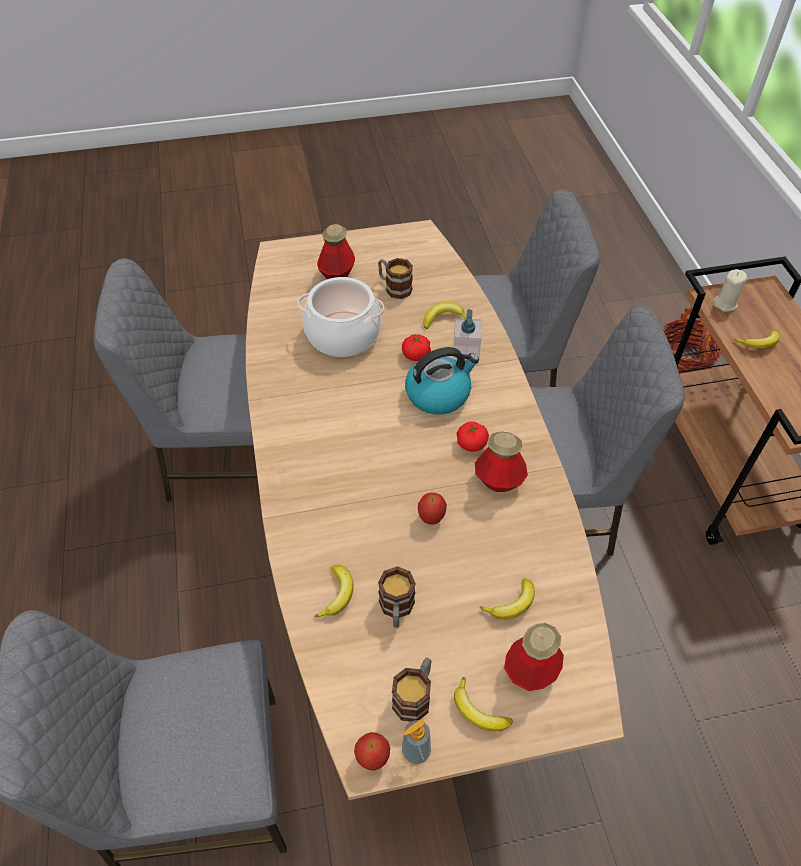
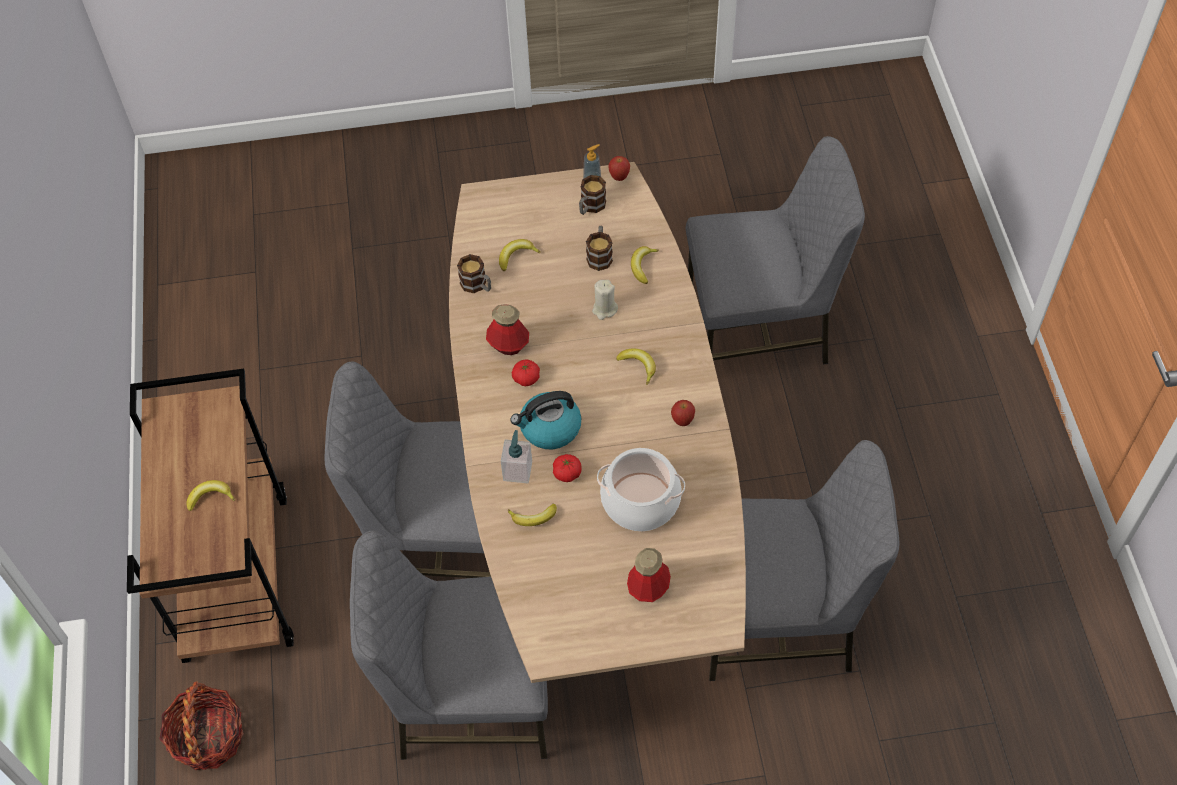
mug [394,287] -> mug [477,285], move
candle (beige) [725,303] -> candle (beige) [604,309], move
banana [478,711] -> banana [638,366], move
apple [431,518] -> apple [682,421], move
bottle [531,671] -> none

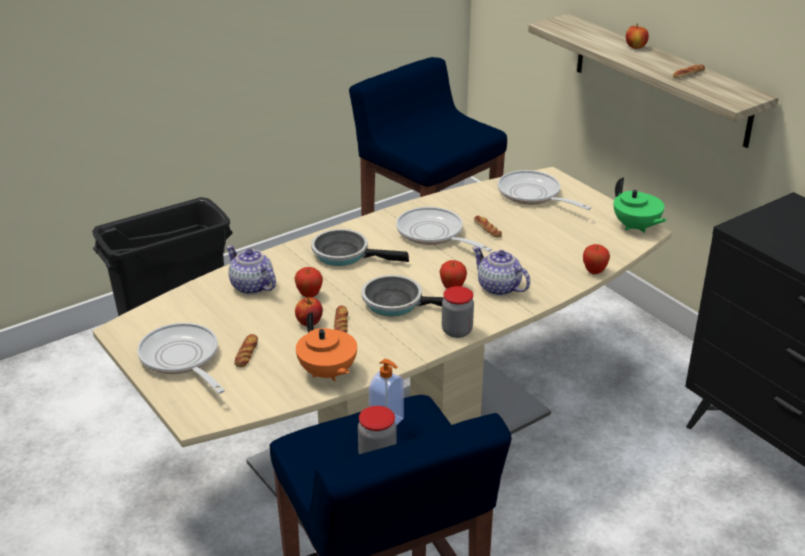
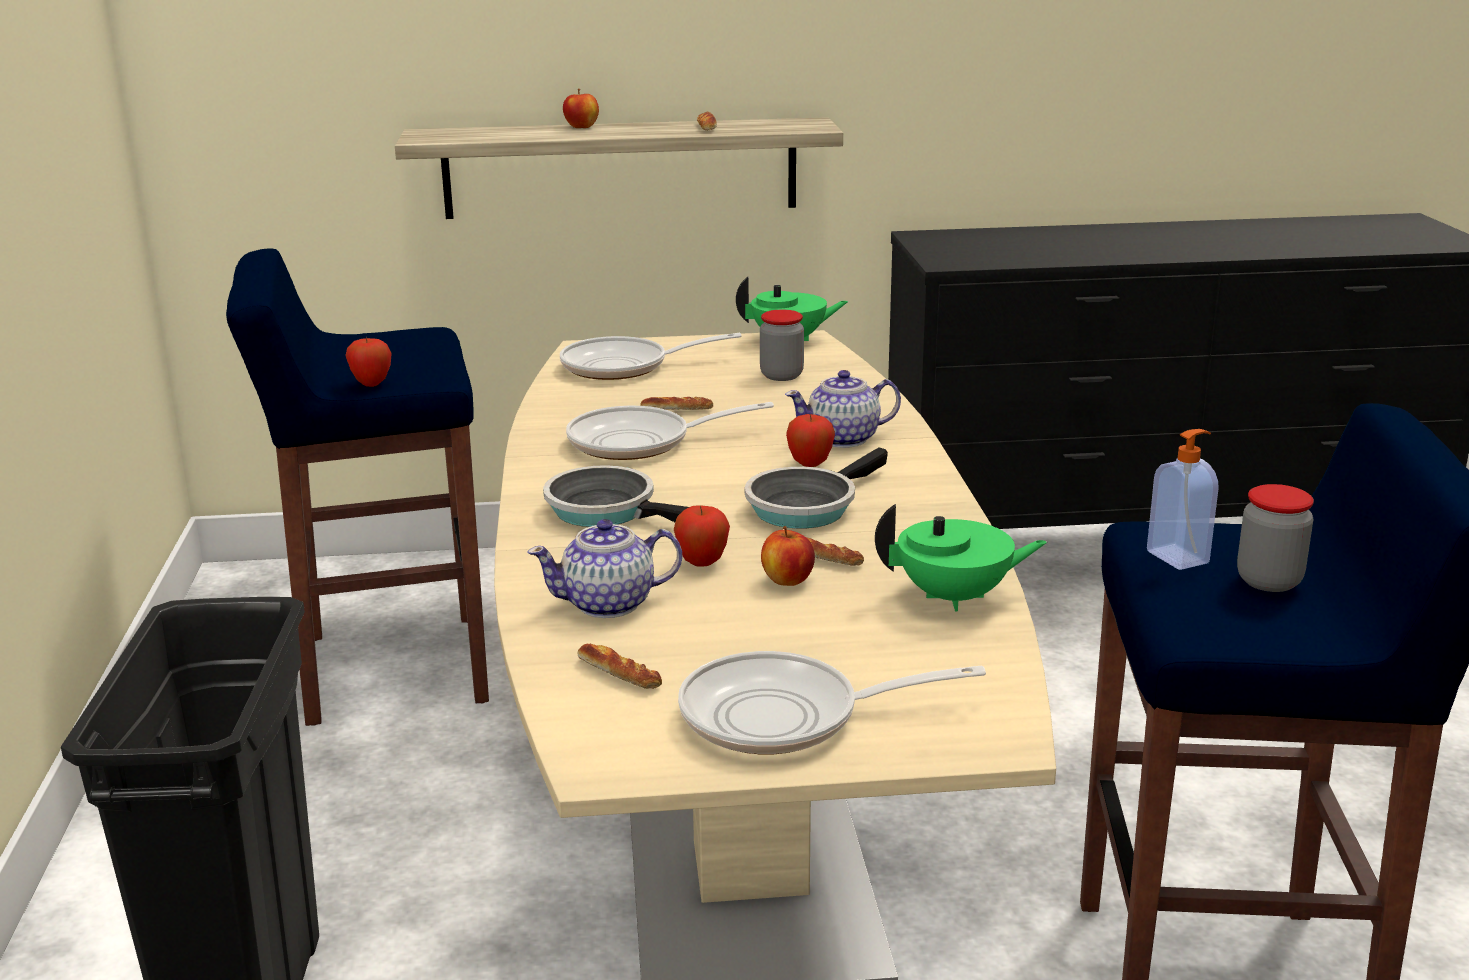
apple [594,272] -> apple [371,384], move
frying pan [345,254] -> frying pan [609,511], 75 degrees clockwise
bread [246,354] -> bread [619,674], move
jar [457,331] -> jar [781,375], move
teapot (orange) [327,373] -> teapot (green) [955,597]

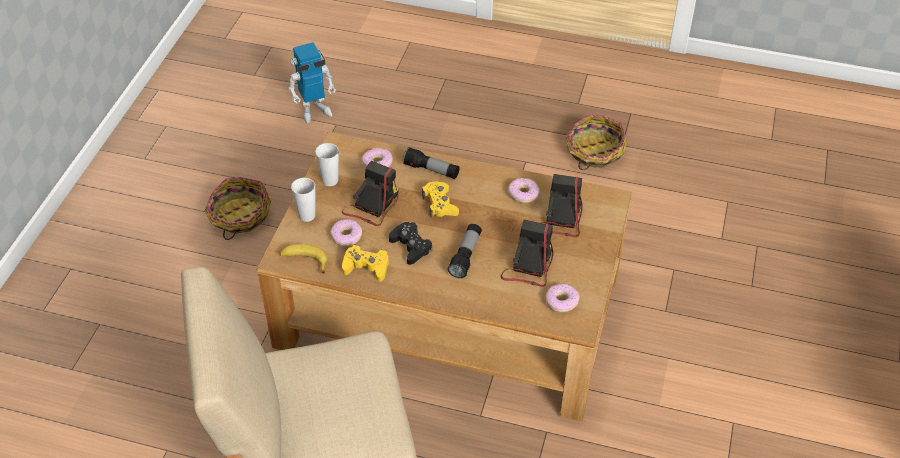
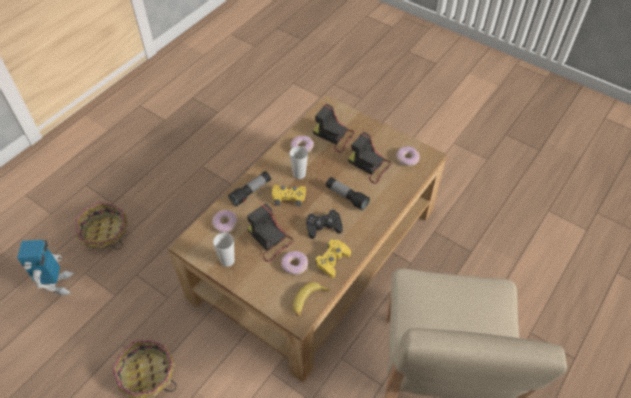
basket [594,151] -> basket [105,233], move
cup [307,216] -> cup [299,174], move

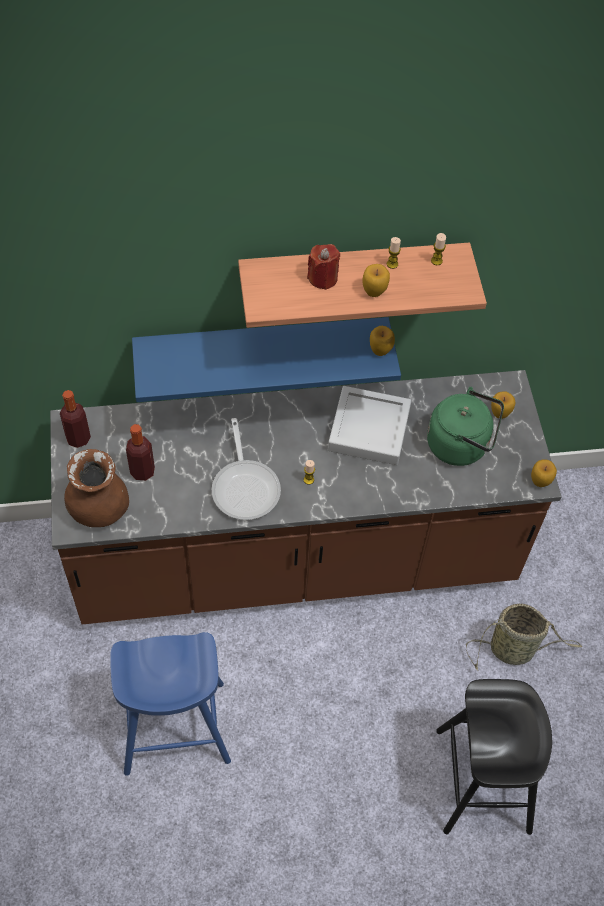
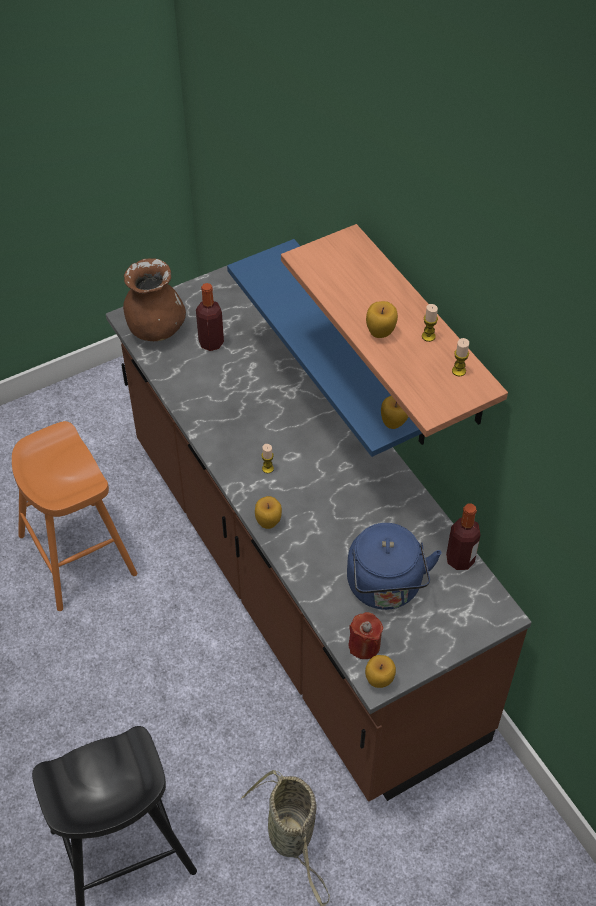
stool (blue) [175,727] -> stool (orange) [77,555]
apple [500,413] -> apple [268,522], move
kettle (green) [461,445] -> kettle (blue) [385,588]
candle (red) [323,278] -> candle (red) [364,645], move
bottle [78,438] -> bottle [460,559], move
frying pan [245,487] -> none
tray (grey) [369,429] -> none

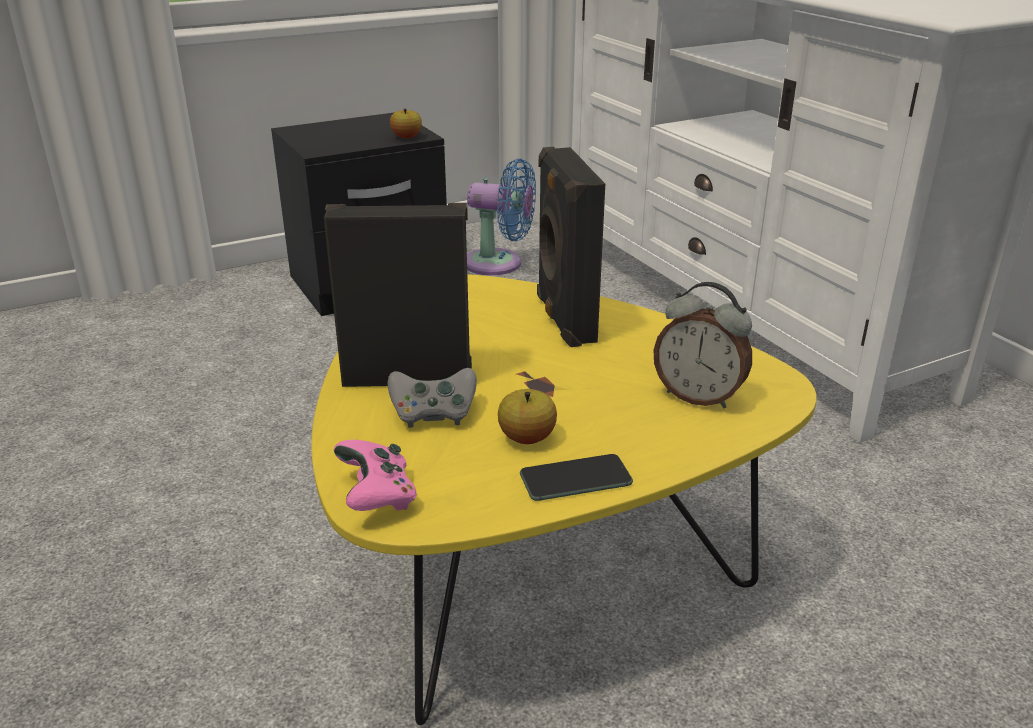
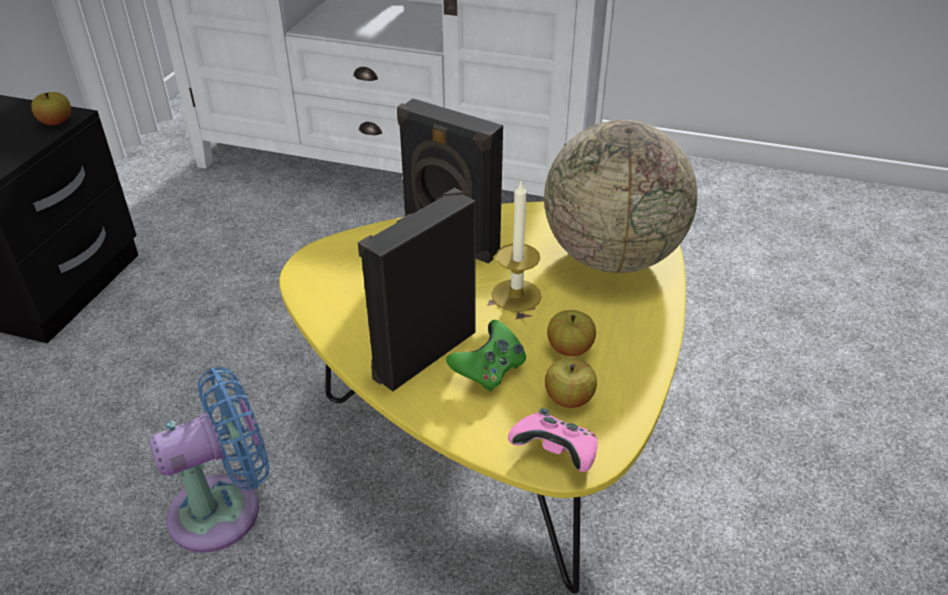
fan (blue) [499,264] -> fan (blue) [225,509], move
game controller (grey) [433,415] -> game controller (green) [489,371]
none -> candle [516,295]
alarm clock [698,396] -> globe [611,257]
none -> apple [569,399]
phone [575,479] -> none

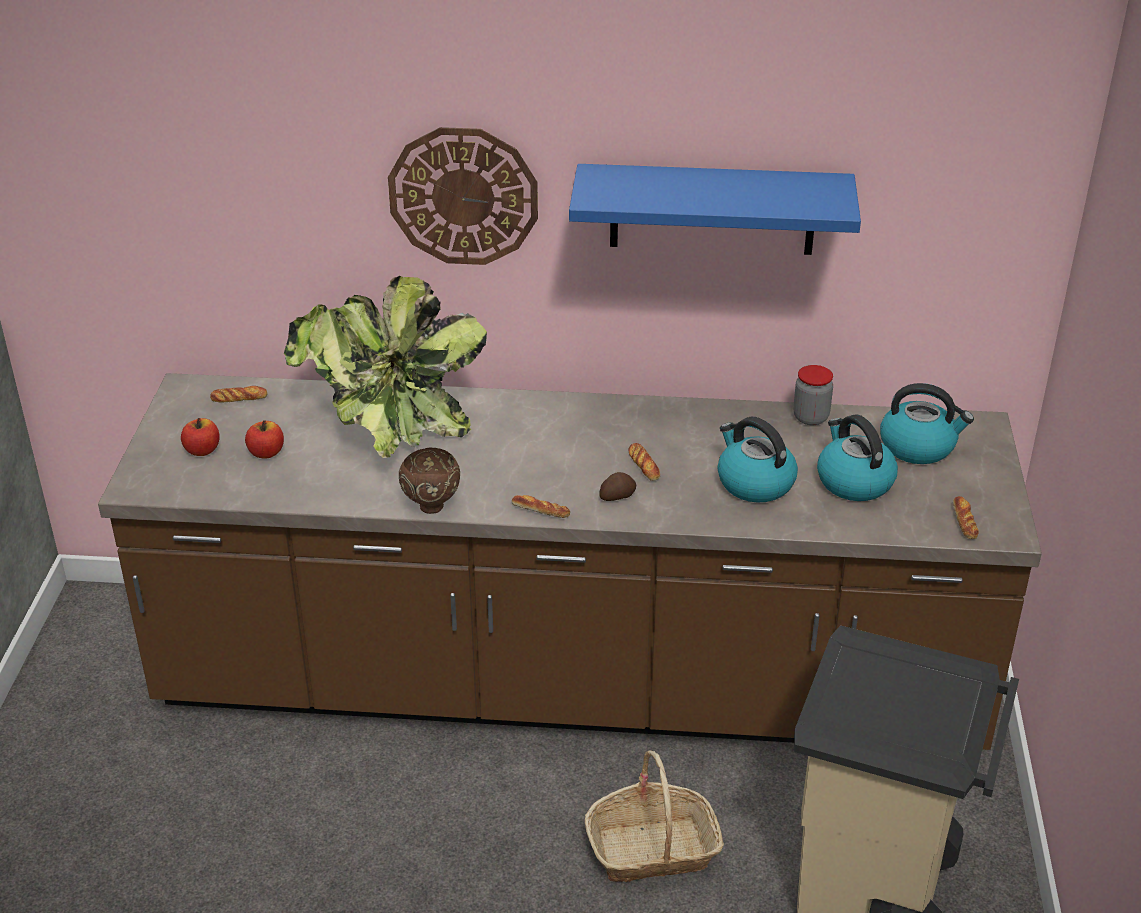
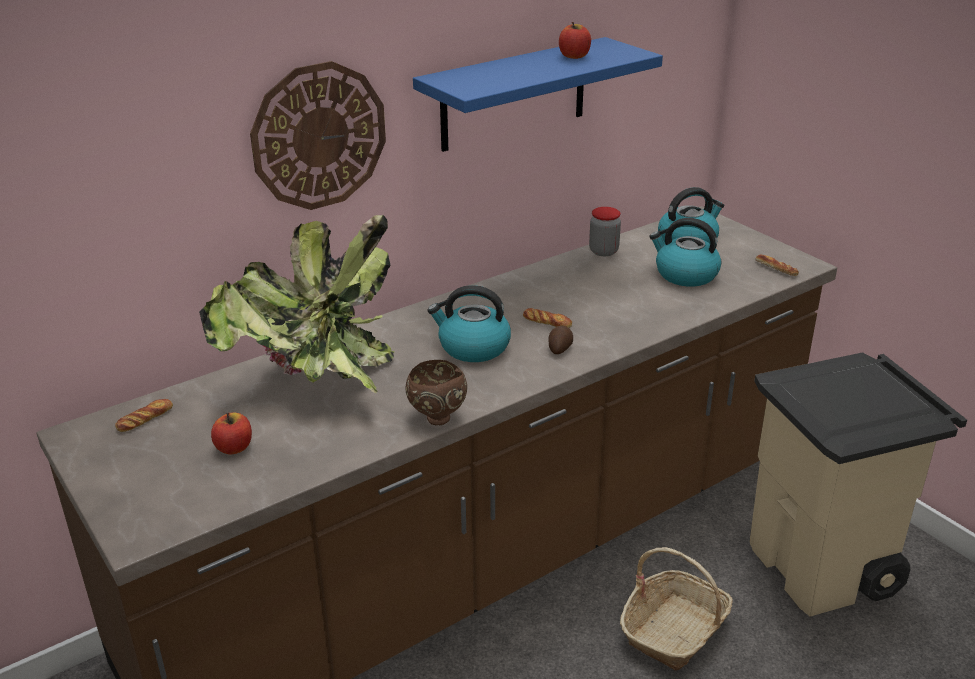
kettle [754,483] -> kettle [473,347], move
apple [202,450] -> apple [574,56], move
bread [540,510] -> none

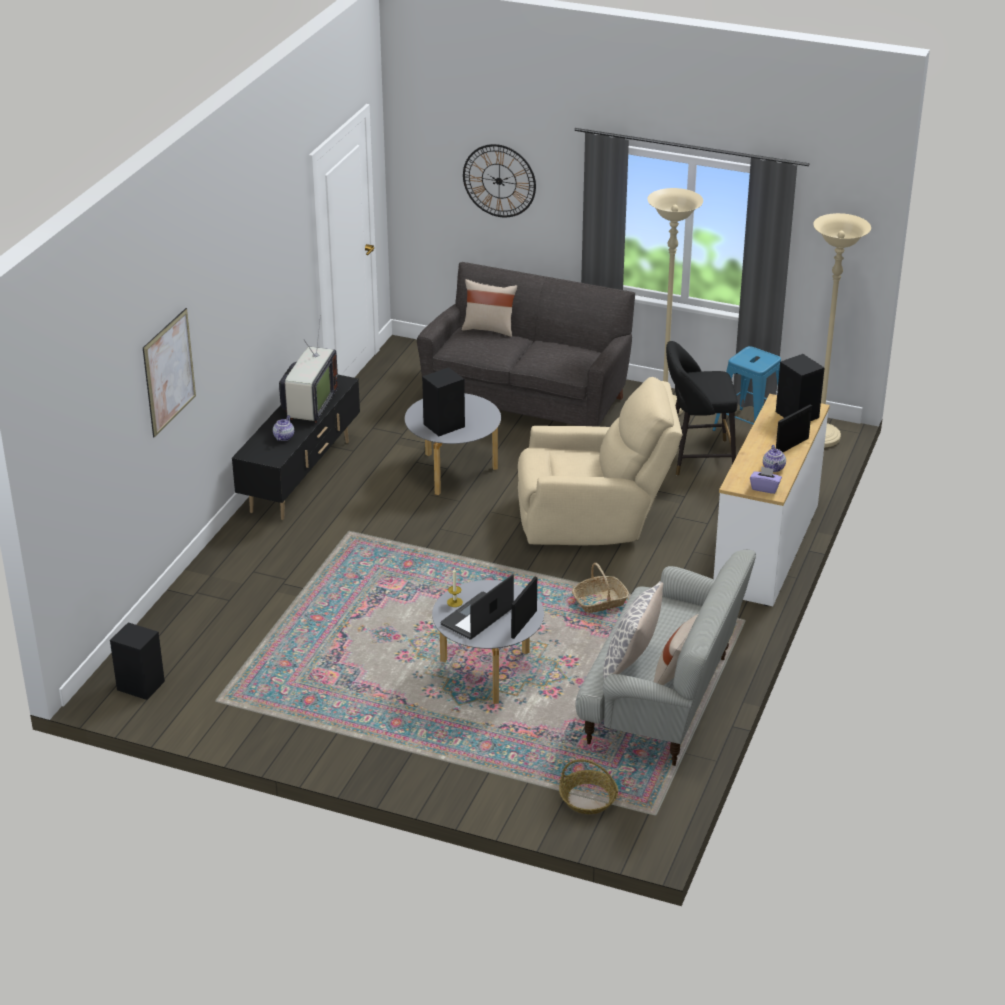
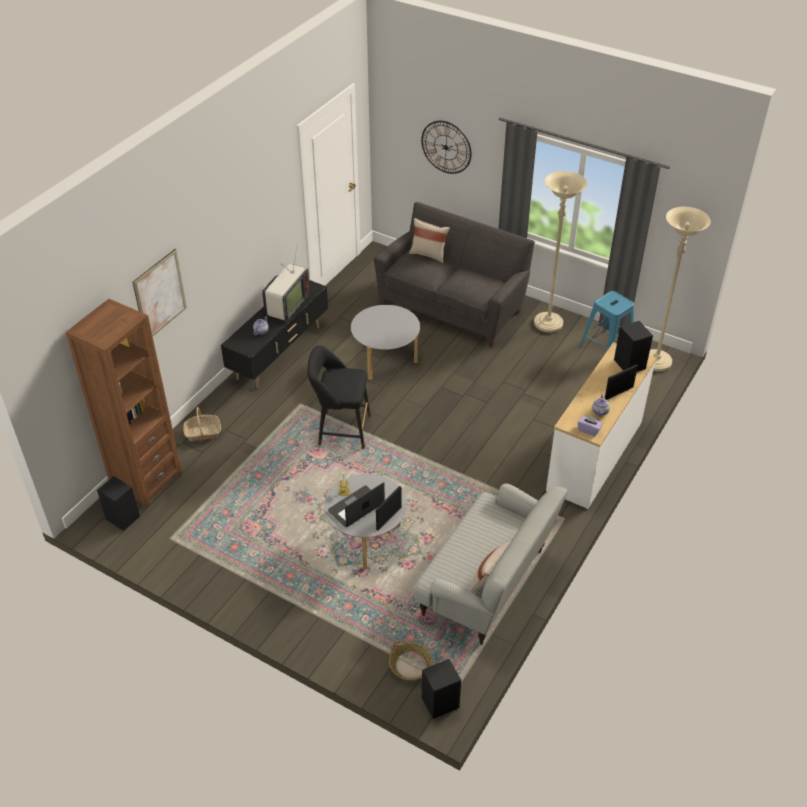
none -> bookcase (brown) [146,482]
basket [600,602] -> basket [203,433], move
stool (black) [696,457] -> stool (black) [340,430], move
speaker (black) [445,425] -> speaker (black) [441,702], move
armchair (beige) [594,520] -> none
pillow [631,663] -> none

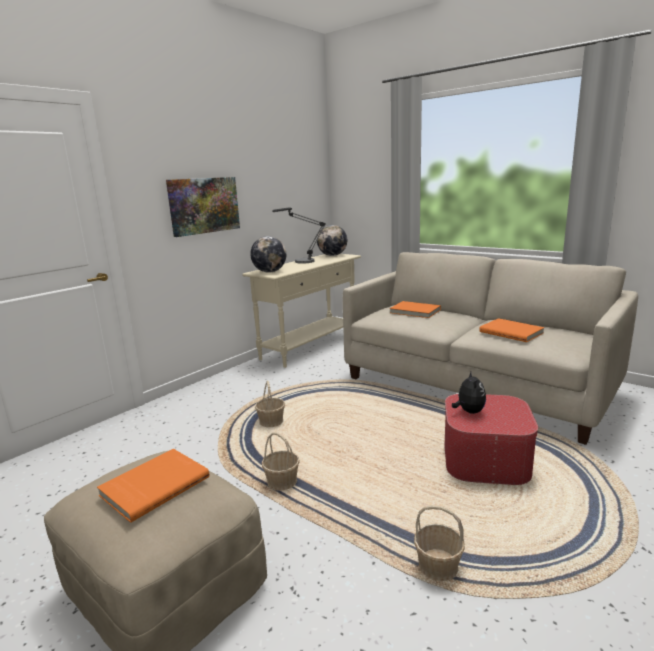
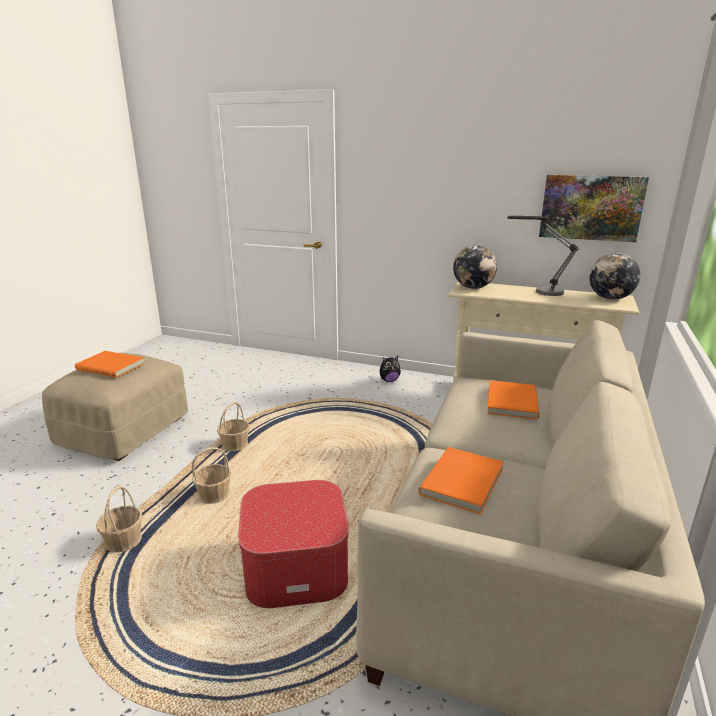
basket [271,422] -> basket [214,495], move
plush toy [469,411] -> plush toy [389,380], move
picture [204,205] -> picture [591,207], move

